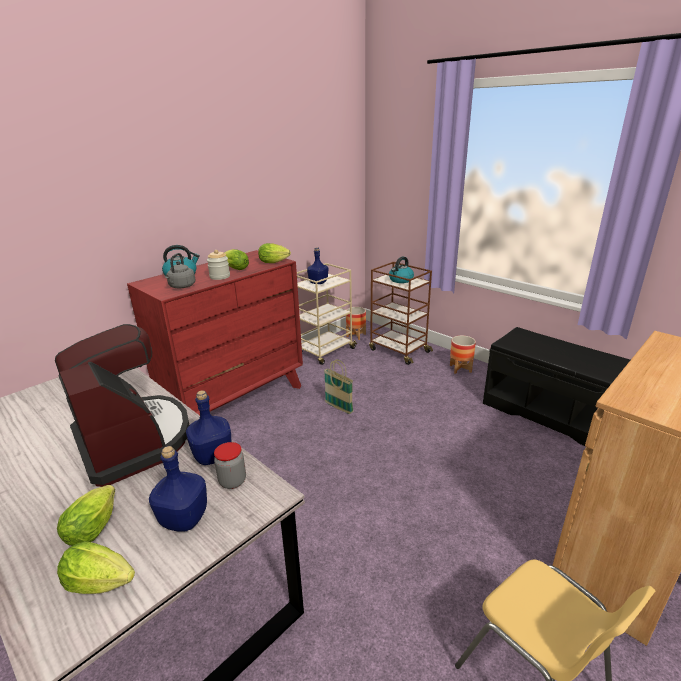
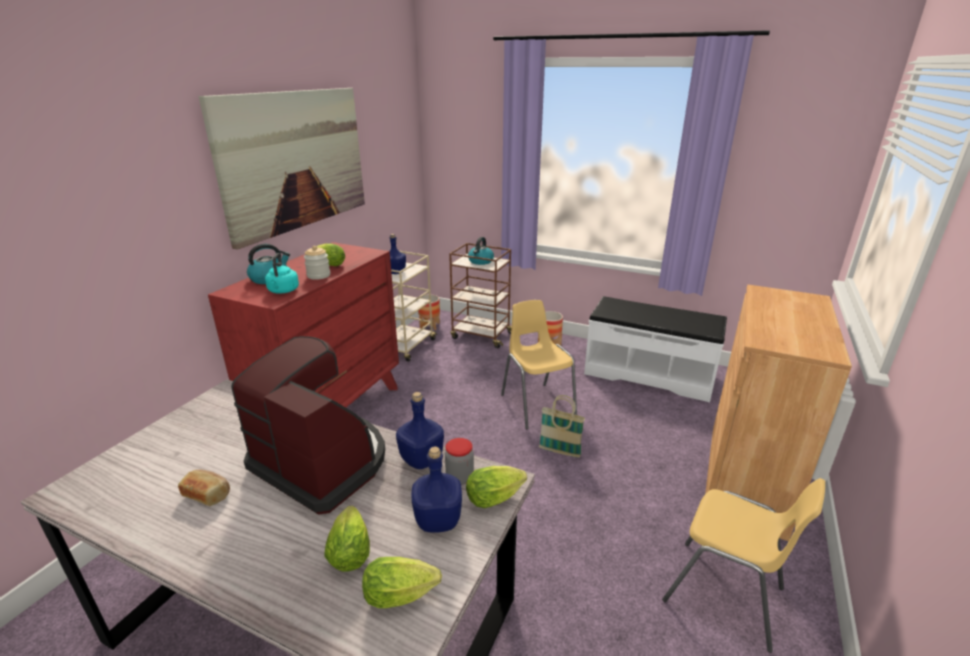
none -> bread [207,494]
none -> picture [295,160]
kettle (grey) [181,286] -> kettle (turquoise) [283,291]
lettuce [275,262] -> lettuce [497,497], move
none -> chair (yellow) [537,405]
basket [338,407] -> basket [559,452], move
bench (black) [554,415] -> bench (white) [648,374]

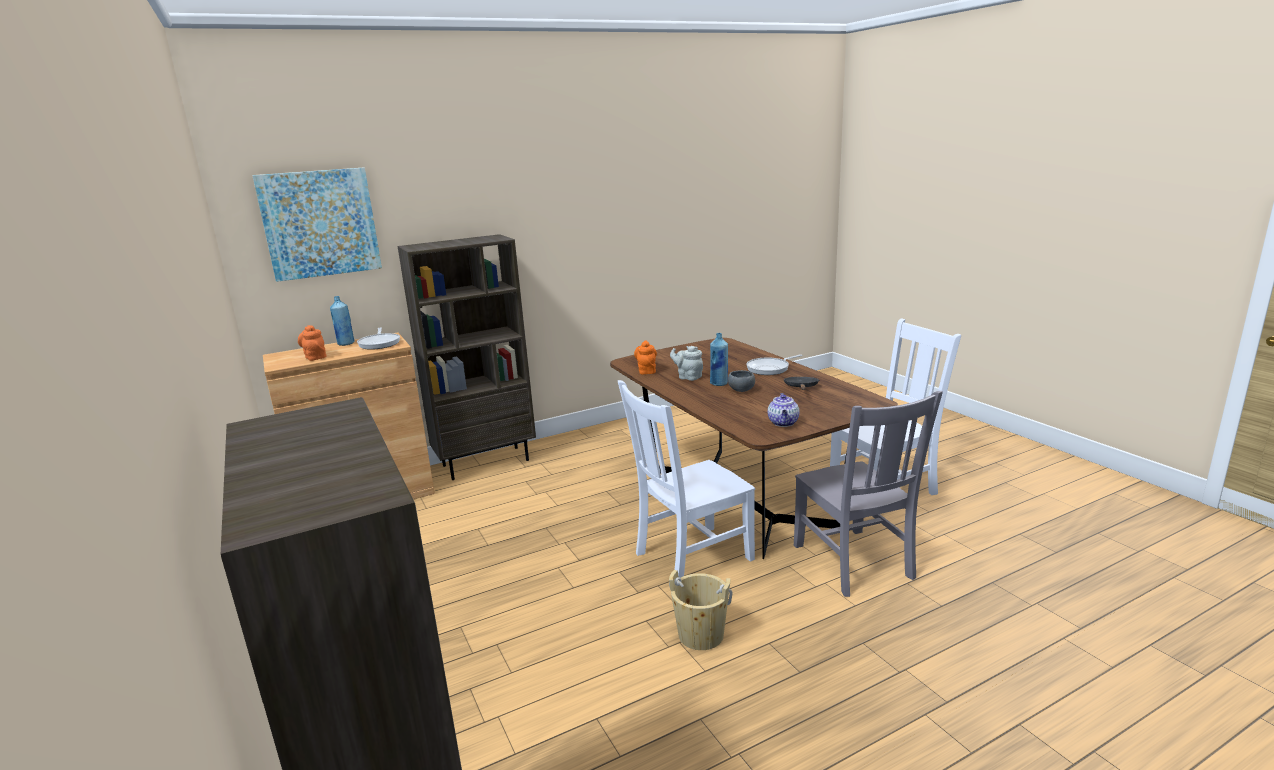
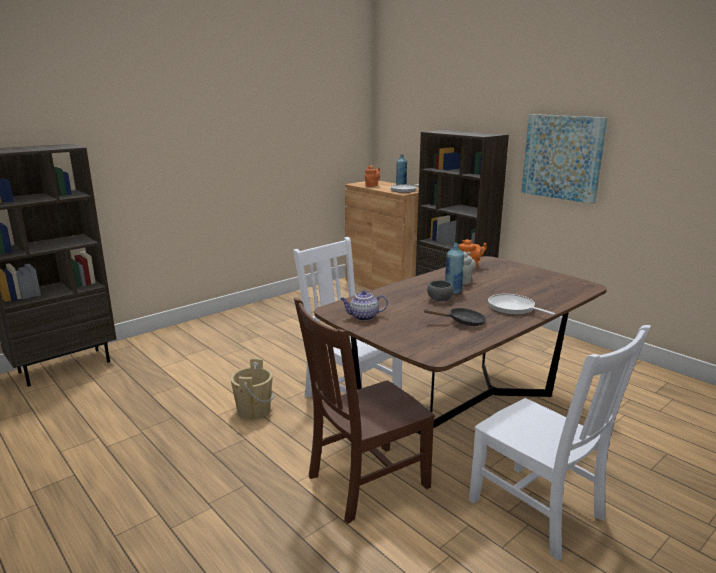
chair (grey) [854,563] -> chair (brown) [364,482]
picture [320,223] -> picture [562,157], move

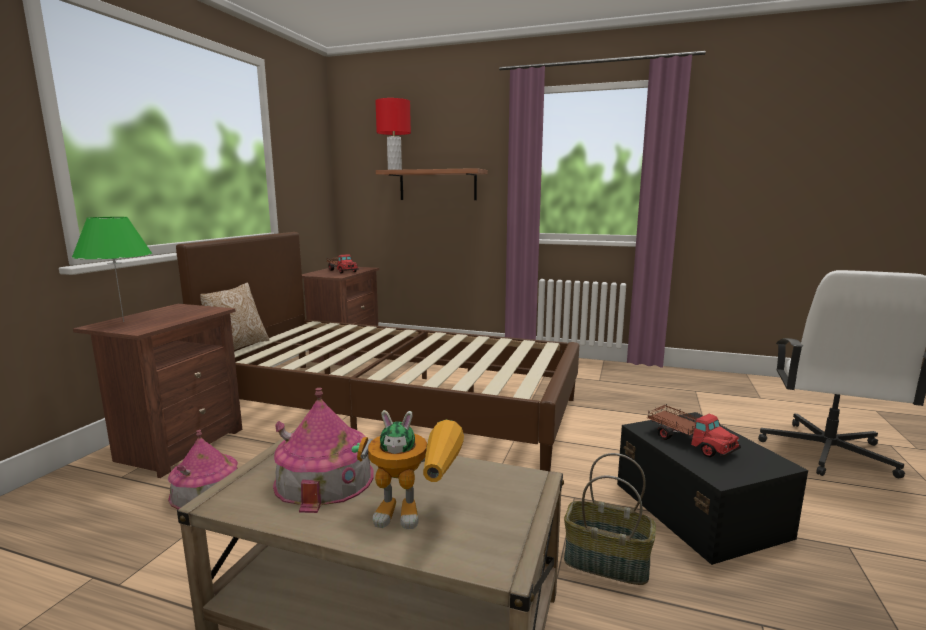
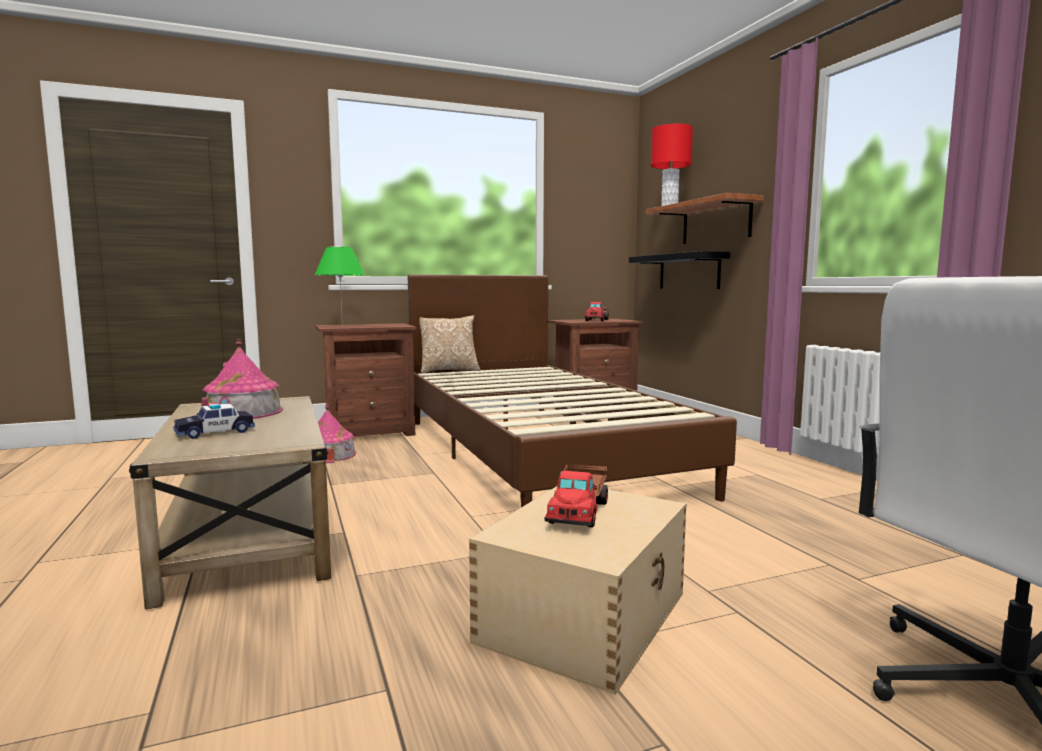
toy robot [417,514] -> toy car [215,432]
storage box (black) [698,508] -> storage box (beige) [586,616]
none -> shelf (black) [689,271]
basket [605,563] -> none

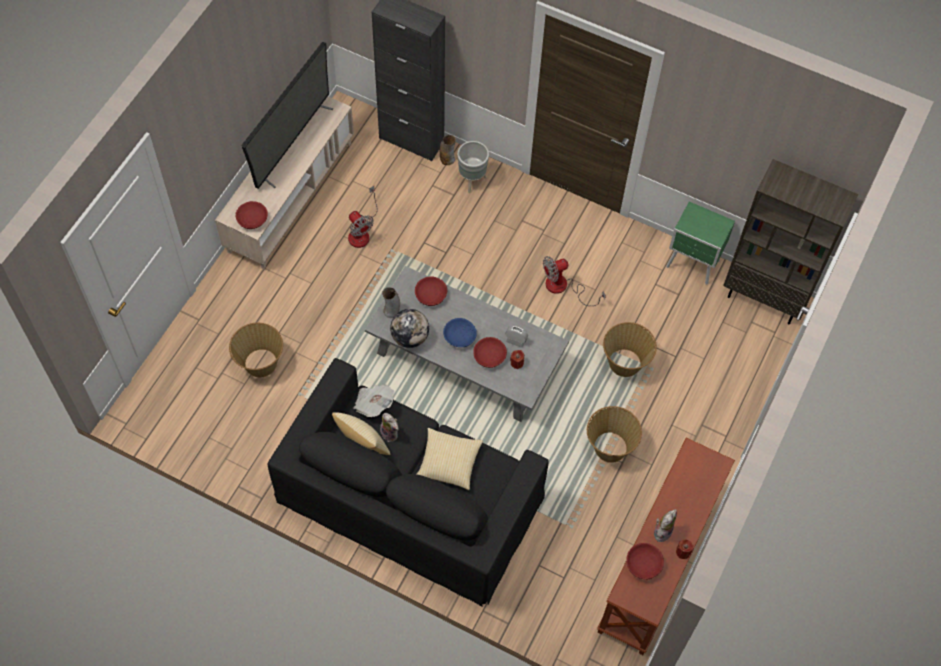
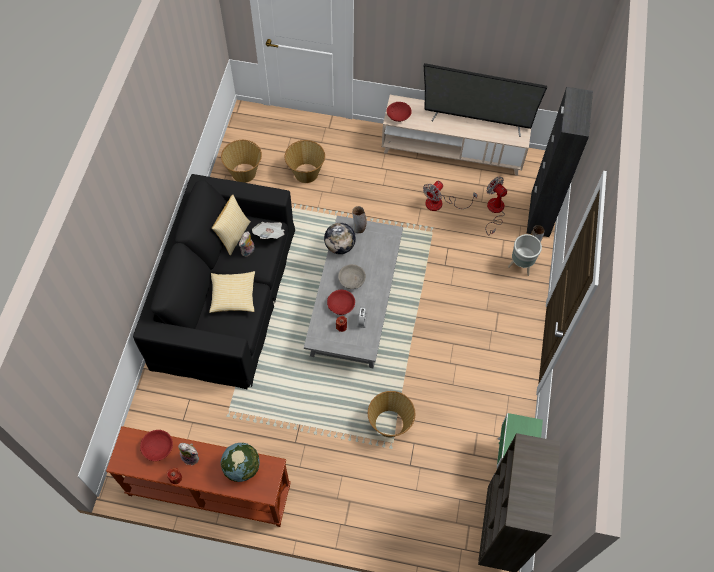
basket [610,447] -> basket [244,172], move
none -> globe [242,467]
bowl (blue) [459,337] -> bowl (grey) [351,280]
fan [563,288] -> fan [494,211], move
bowl (red) [431,295] -> none

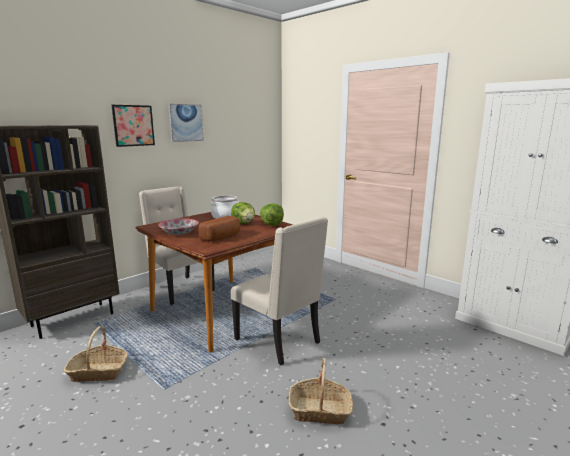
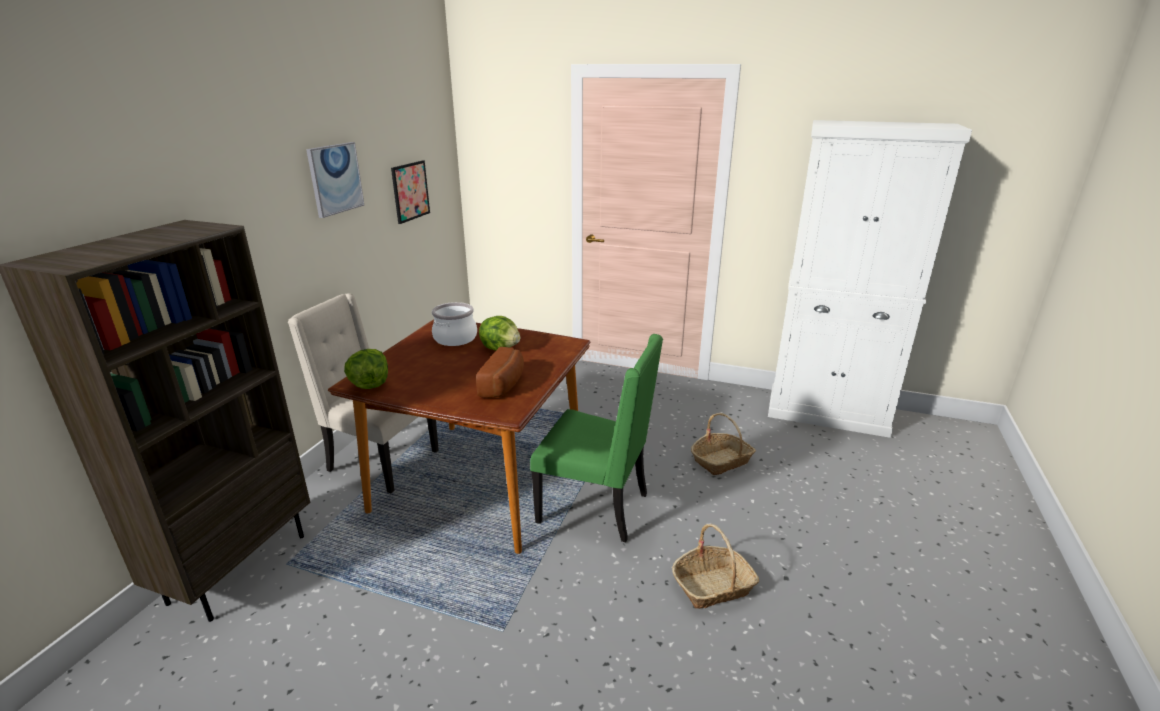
lettuce [272,225] -> lettuce [369,385], move
picture [133,125] -> picture [410,191], move
chair (beige) [279,341] -> chair (green) [596,507]
basket [98,371] -> basket [721,461], move
bowl [179,233] -> none

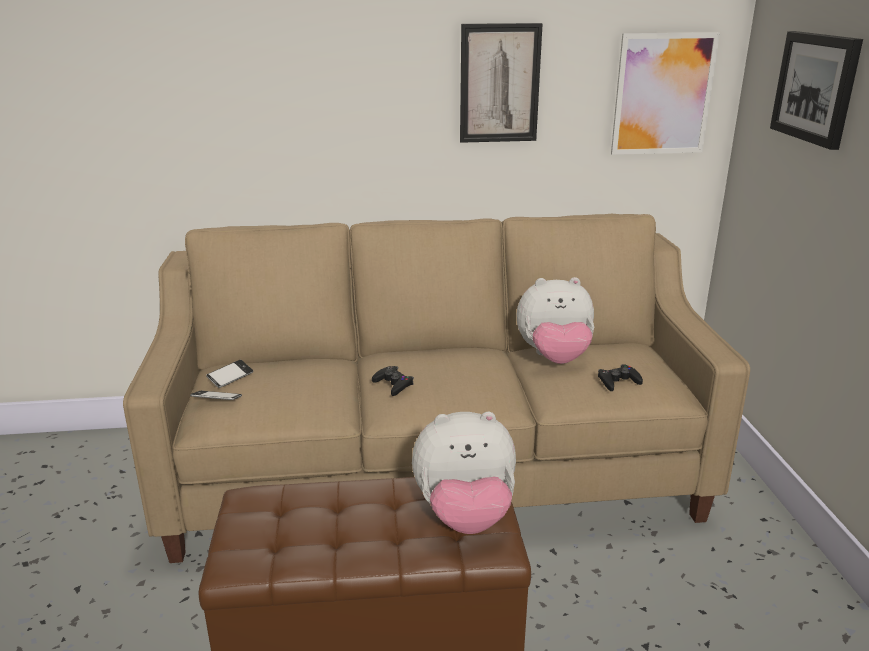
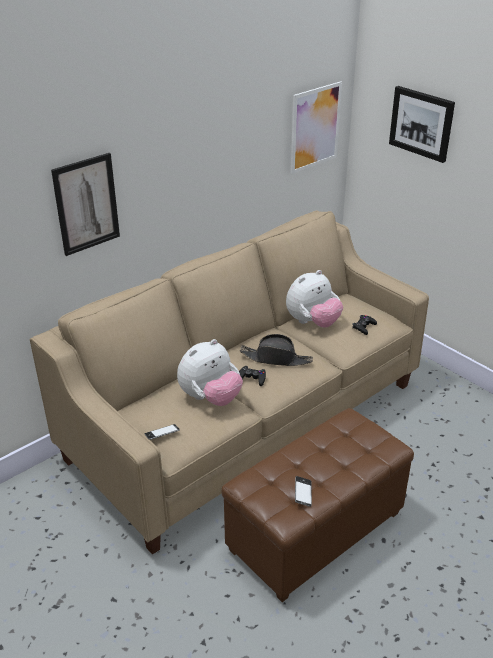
picture [499,84] -> picture [86,204], move
plush toy [465,515] -> plush toy [210,398], move
none -> hat (black) [276,358]
phone [230,377] -> phone [303,493], move

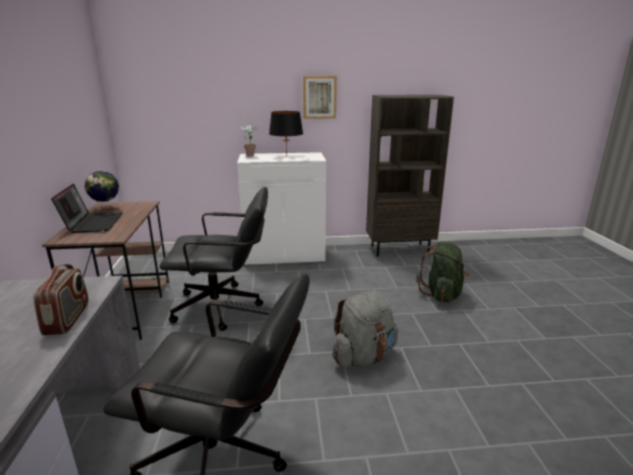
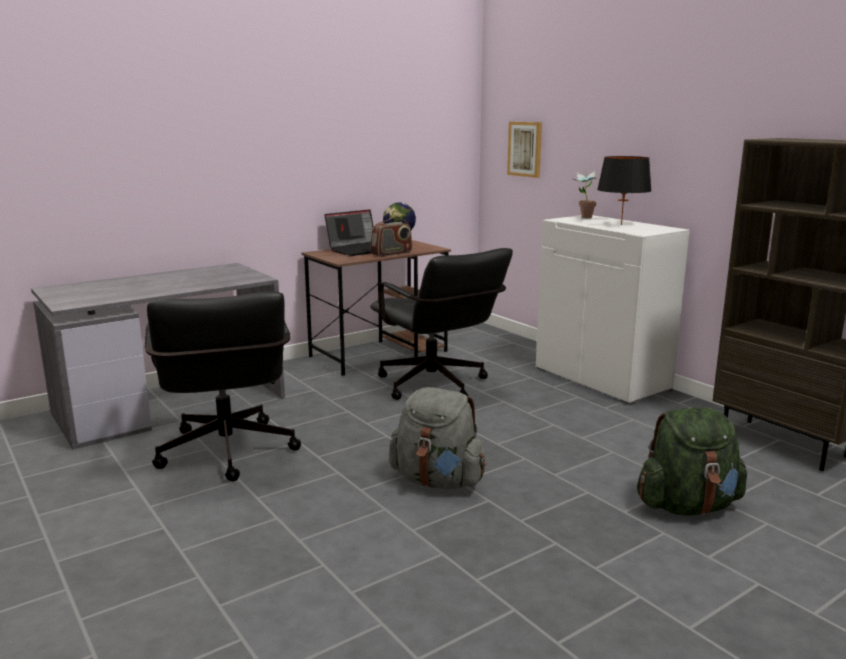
radio [68,319] -> radio [391,254], move
picture [319,97] -> picture [525,149], move

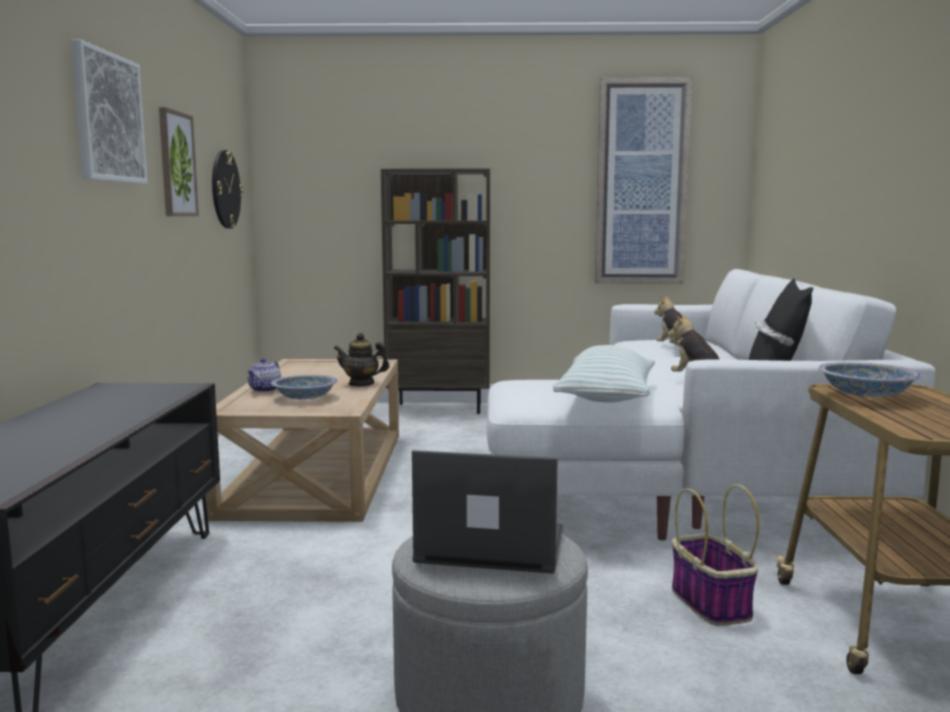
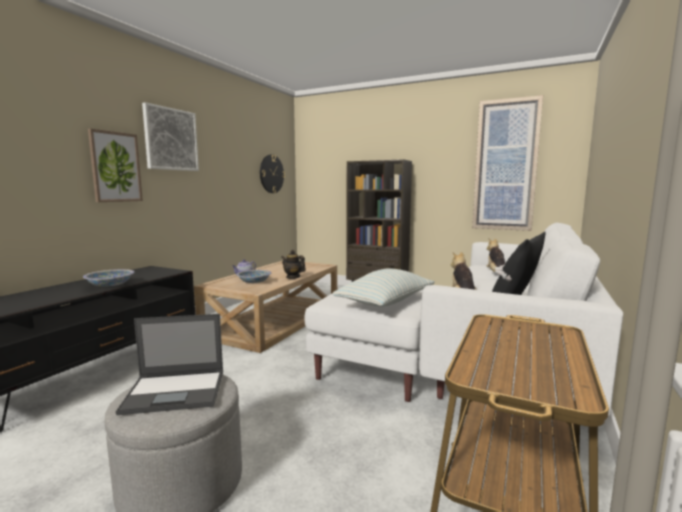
bowl [866,395] -> bowl [110,285], move
picture [176,164] -> picture [115,167], move
laptop [489,545] -> laptop [176,391], 135 degrees clockwise
basket [709,602] -> none

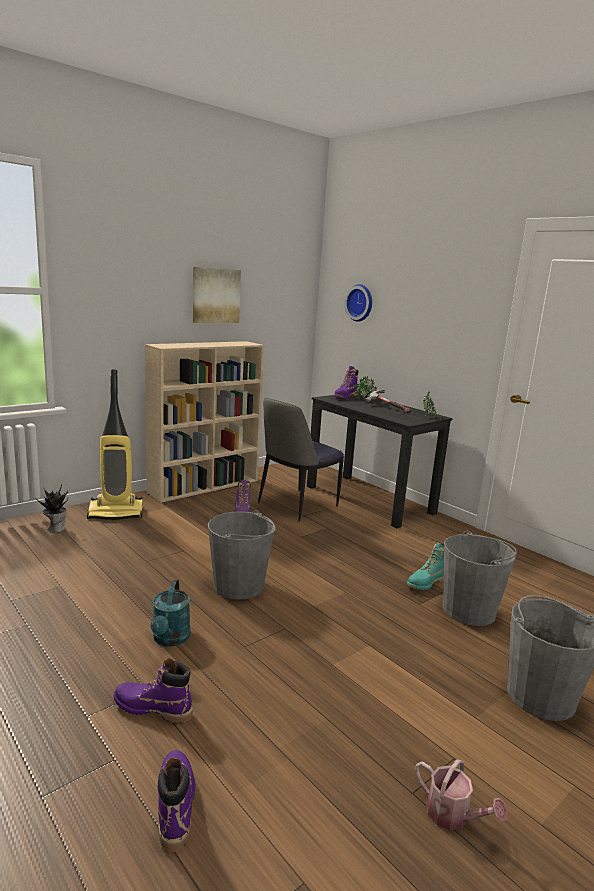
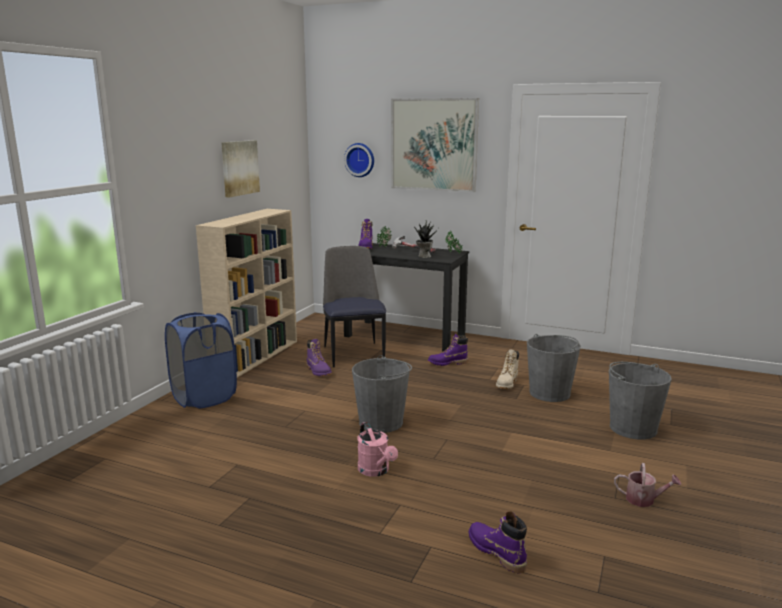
vacuum cleaner [116,512] -> laundry basket (blue) [204,397]
chair [296,505] -> chair [354,354], 150 degrees clockwise
watering can (turquoise) [170,639] -> watering can (pink) [376,471]
none -> picture [434,144]
potted plant [55,529] -> potted plant [424,256], move
boot (purple) [153,708] -> boot (purple) [447,363], move
boot (turquoise) [427,583] -> boot (beige) [507,383]

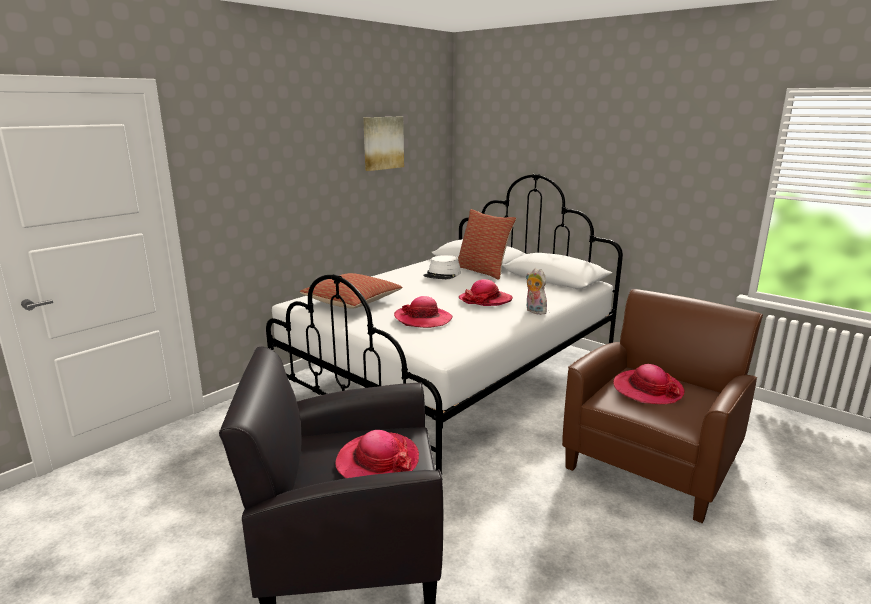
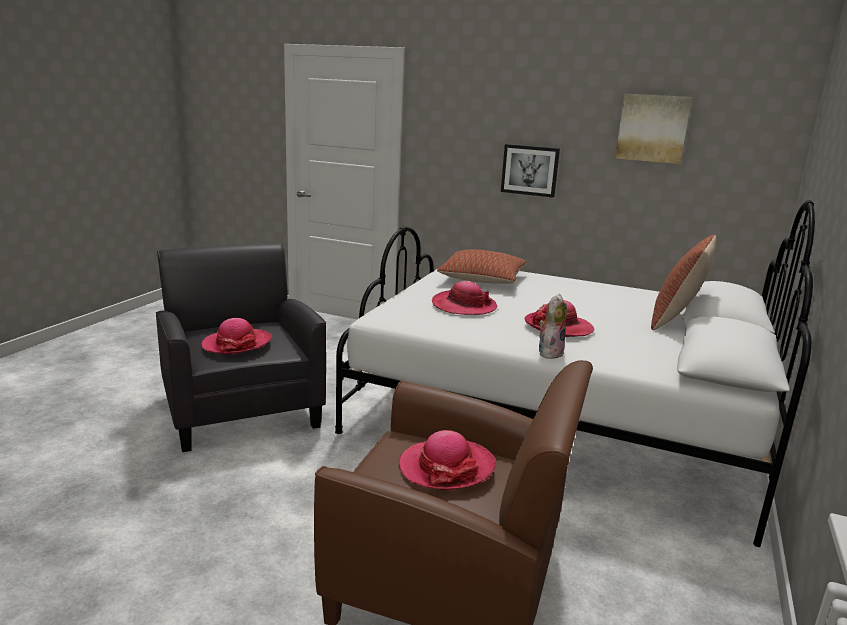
none -> picture [530,170]
hat (white) [442,274] -> none

